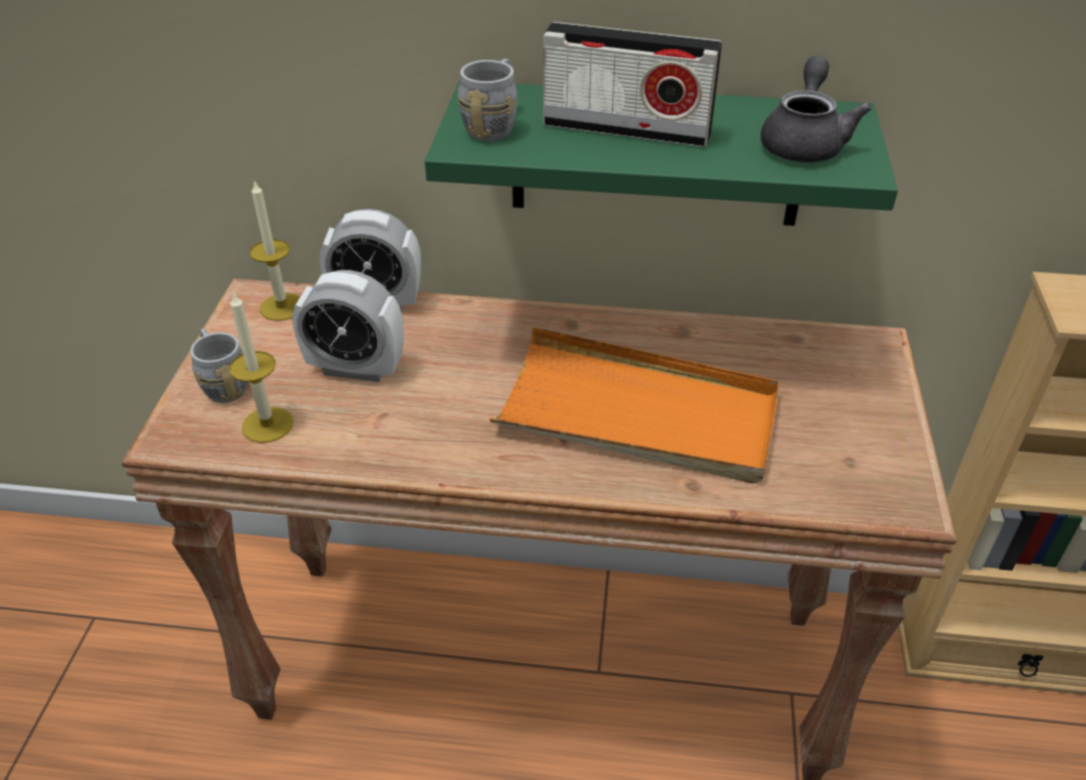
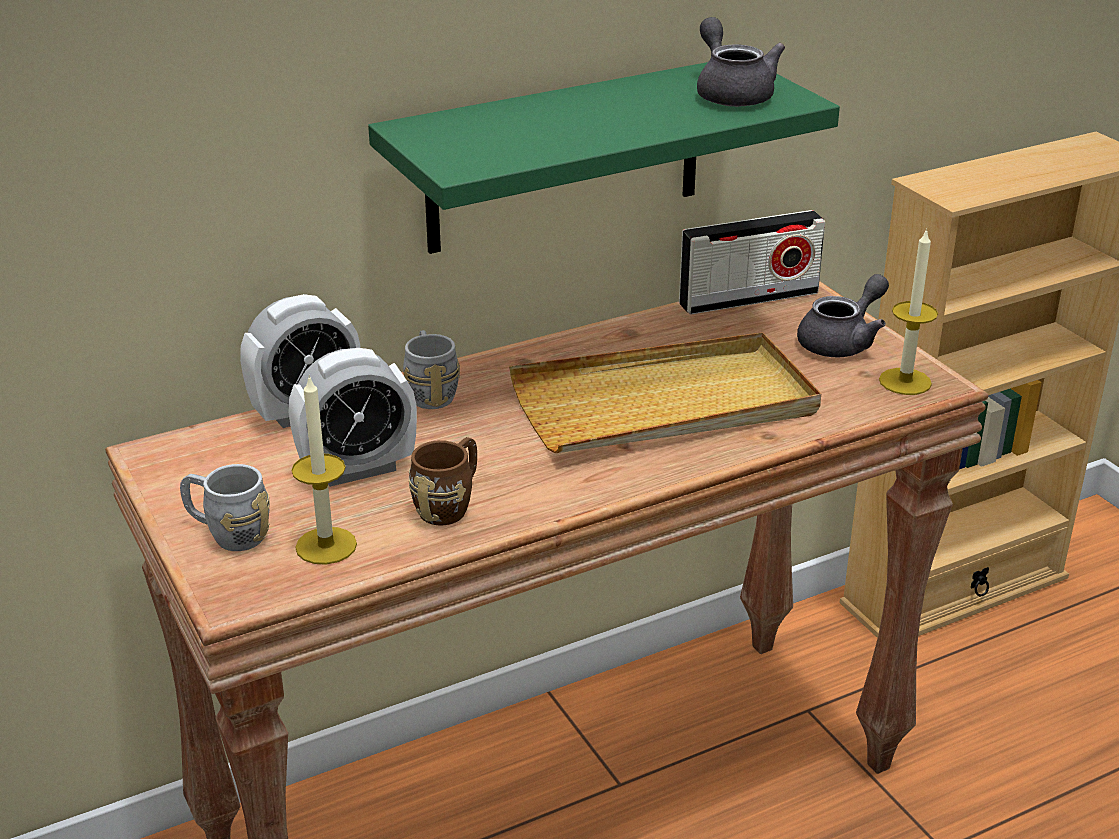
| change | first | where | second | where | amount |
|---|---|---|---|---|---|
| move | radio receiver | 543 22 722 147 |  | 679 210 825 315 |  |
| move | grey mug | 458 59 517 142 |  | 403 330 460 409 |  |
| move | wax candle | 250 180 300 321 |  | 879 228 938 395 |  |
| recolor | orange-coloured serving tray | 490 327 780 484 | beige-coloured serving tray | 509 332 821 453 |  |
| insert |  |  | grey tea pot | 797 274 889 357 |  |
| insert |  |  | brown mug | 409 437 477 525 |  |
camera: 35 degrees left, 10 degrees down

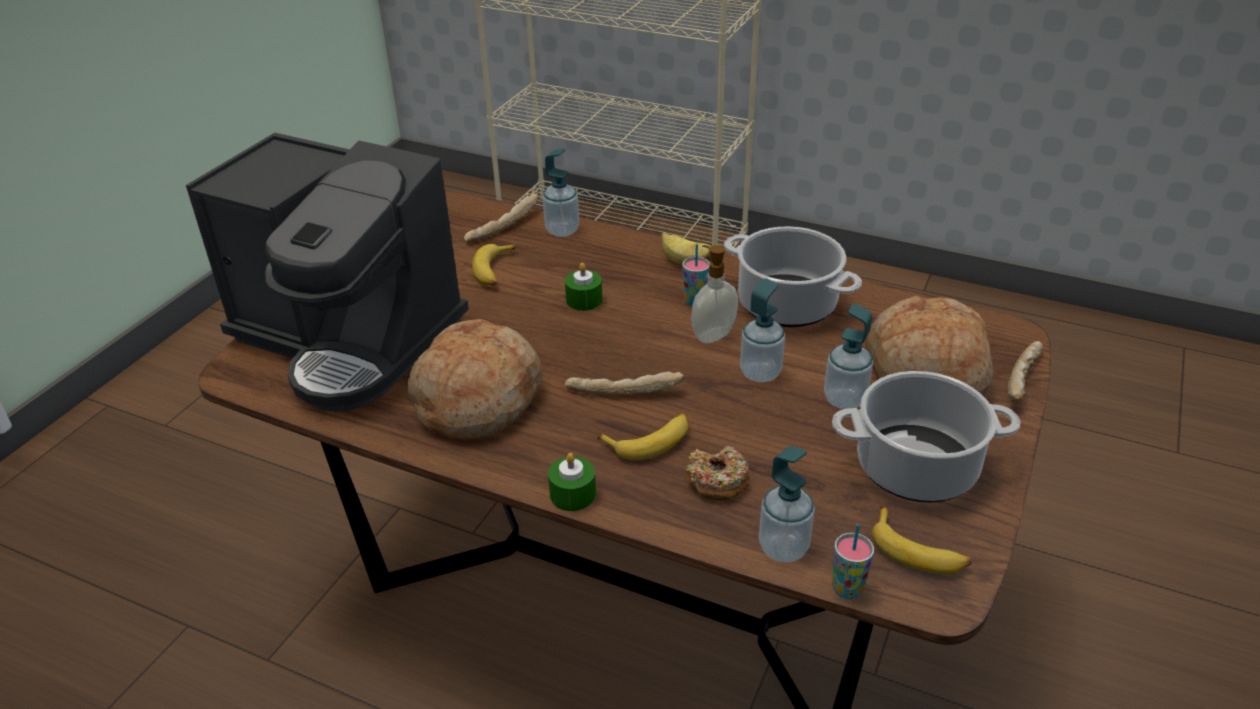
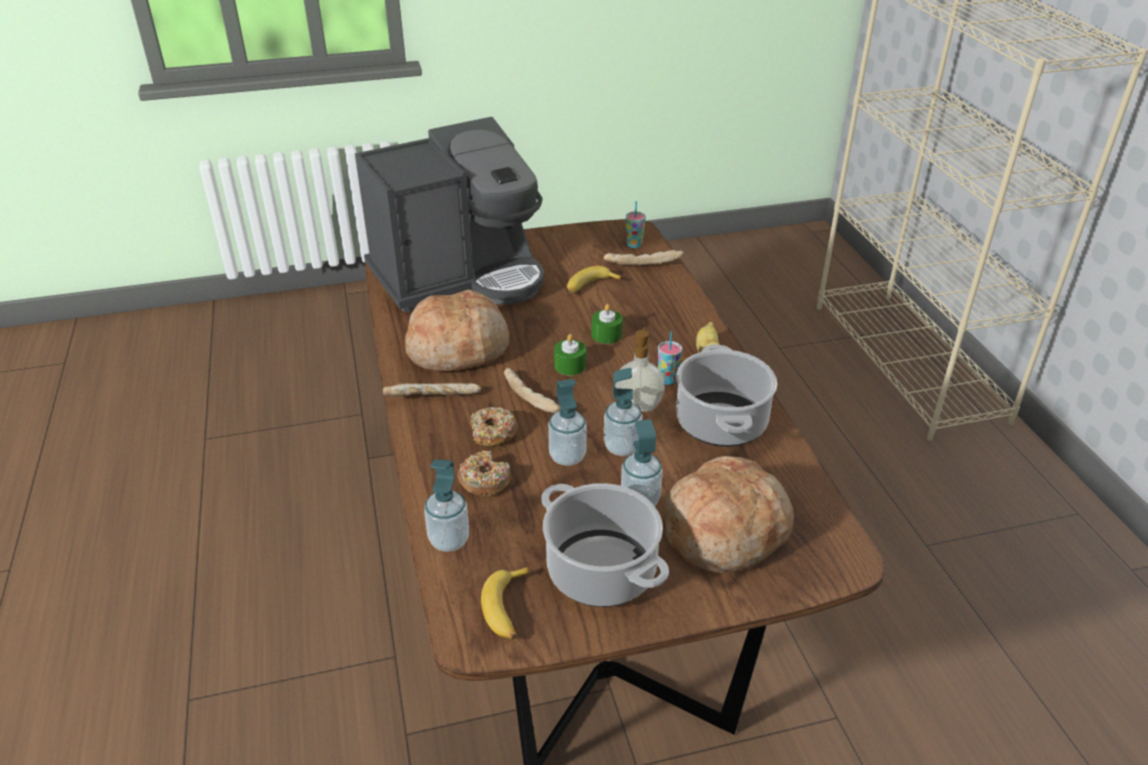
| change | first | where | second | where | amount |
|---|---|---|---|---|---|
| rotate | coffee machine | 186 133 469 412 |  | 355 117 544 313 | 105 degrees counterclockwise |
| move | soap dispenser | 543 149 579 237 |  | 548 379 587 466 |  |
| move | baked bread | 1008 341 1043 403 |  | 383 383 481 397 |  |
| replace | whole banana | 597 414 688 460 | donut | 470 407 518 447 |  |
| move | green-coloured wax candle | 548 453 596 511 |  | 554 334 586 375 |  |
| move | small cup | 832 524 874 599 |  | 625 201 646 248 |  |
camera: 50 degrees right, 0 degrees up

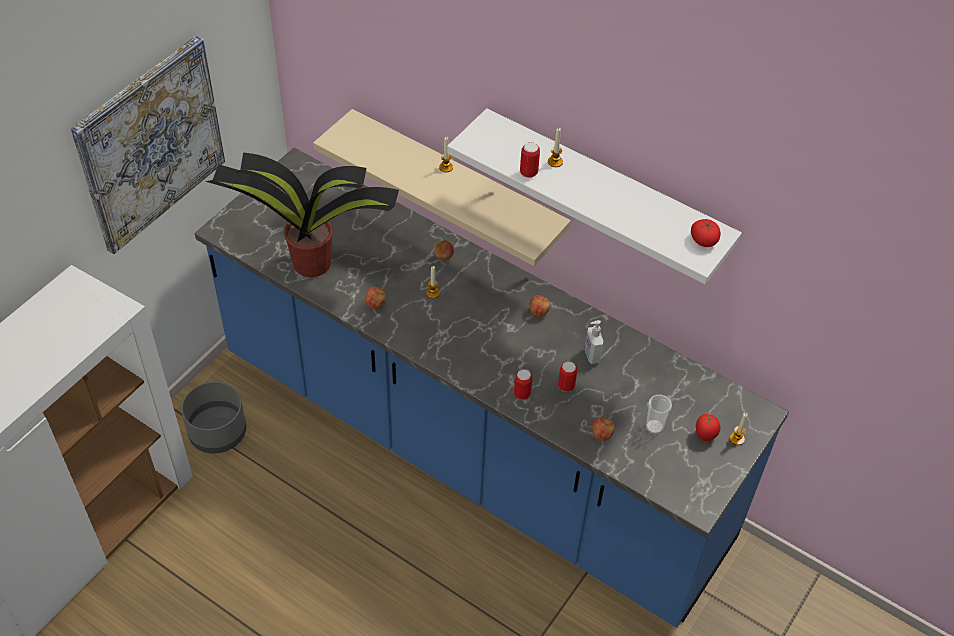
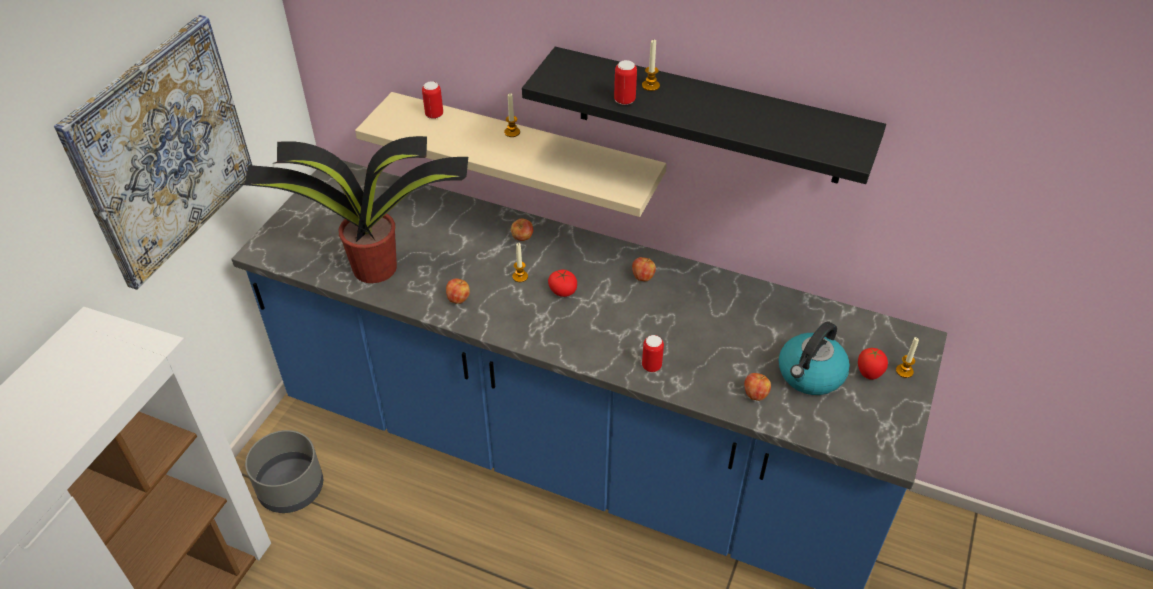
| change | first | where | second | where | amount |
|---|---|---|---|---|---|
| recolor | whitish bracket shelf | 447 108 742 284 | blackish bracket shelf | 522 47 886 184 |  |
| move | fresh tomato | 691 219 721 247 |  | 548 270 577 297 |  |
| delete | soap dispenser | 585 320 604 364 |  |  |  |
| move | can | 558 362 577 392 |  | 422 81 443 119 |  |
| replace | small cup | 646 395 672 434 | kettle | 779 321 850 395 |  |
camera: 10 degrees left, 5 degrees down

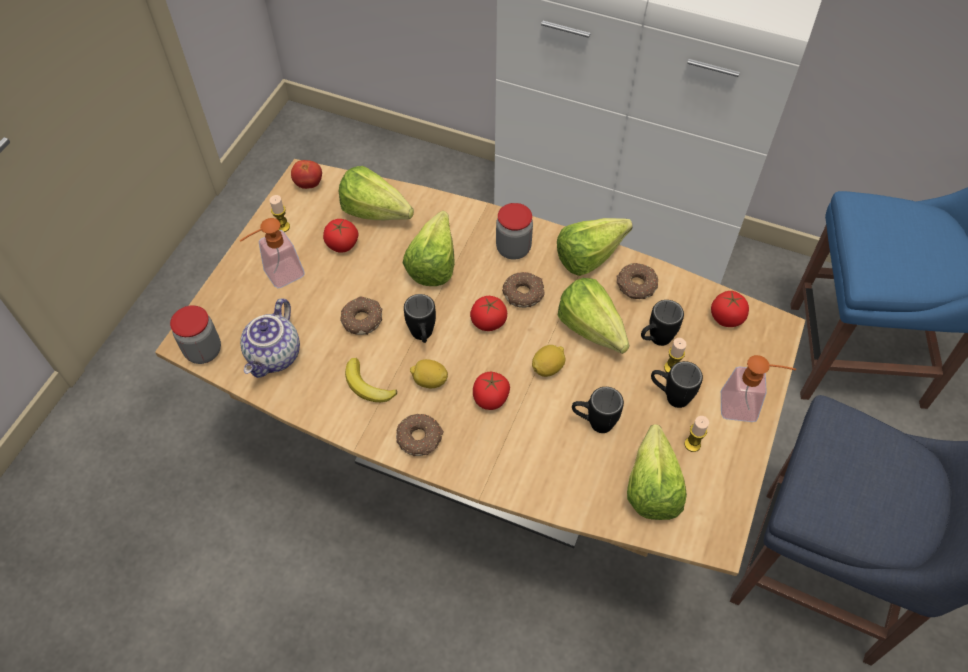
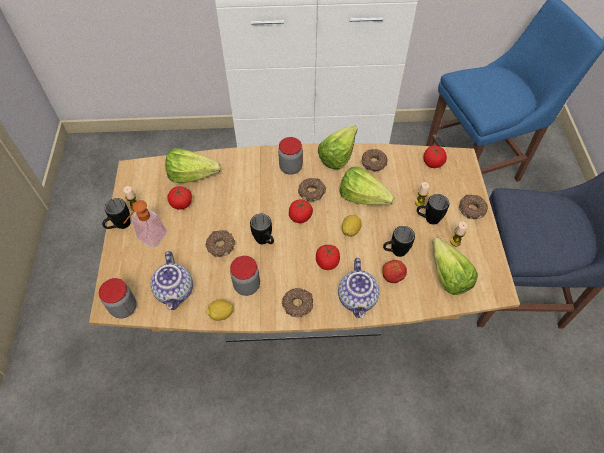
| change | first | where | second | where | amount |
|---|---|---|---|---|---|
| move | fresh tomato | 291 160 322 189 |  | 382 260 407 283 |  |
| delete | lettuce head | 403 211 455 286 |  |  |  |
| move | blackish mug | 641 300 684 346 |  | 102 198 131 229 |  |
| replace | soap dispenser | 721 355 796 422 | donut | 459 194 488 219 |  |
| replace | whole banana | 345 358 397 402 | storage jar | 230 256 260 296 |  |
| move | whole lemon | 410 359 448 388 |  | 206 300 233 321 |  |
| insert |  |  | tea pot | 338 258 380 318 |  |
camera: 25 degrees left, 0 degrees up

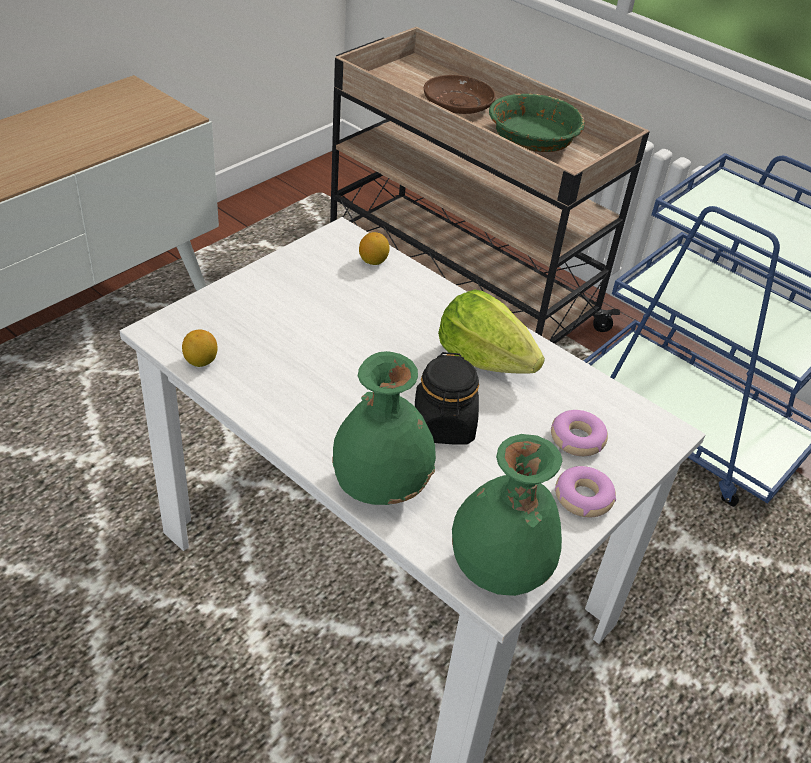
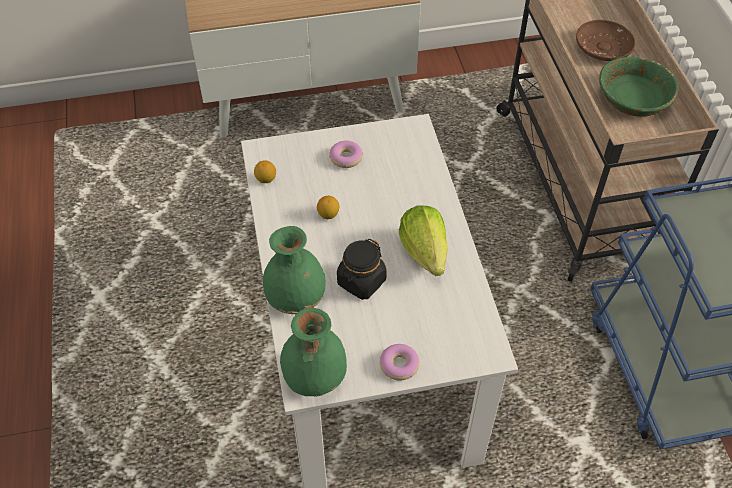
| change | first | where | second | where | amount |
|---|---|---|---|---|---|
| move | whole lemon | 359 232 389 265 |  | 317 196 339 219 |  |
| move | donut | 551 410 608 456 |  | 329 141 363 168 |  |
camera: 40 degrees right, 10 degrees up

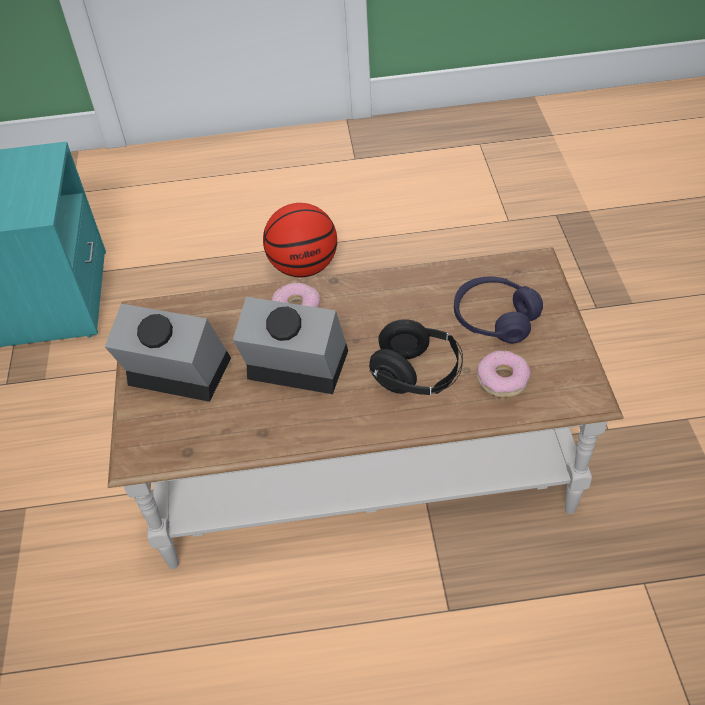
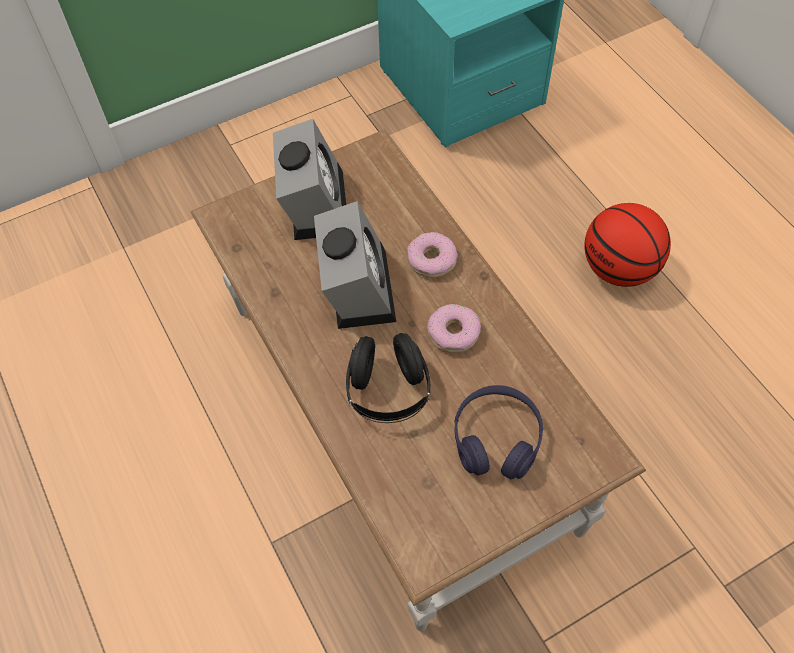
| change | first | where | second | where | amount |
|---|---|---|---|---|---|
| move | donut | 477 351 531 398 |  | 427 304 481 353 |  |
camera: 65 degrees right, 10 degrees up

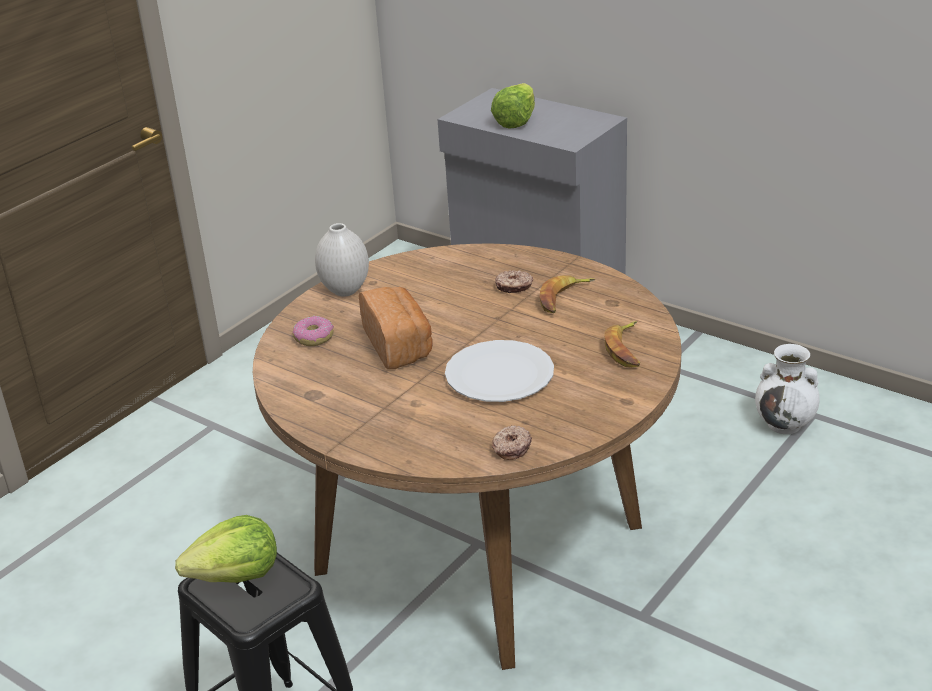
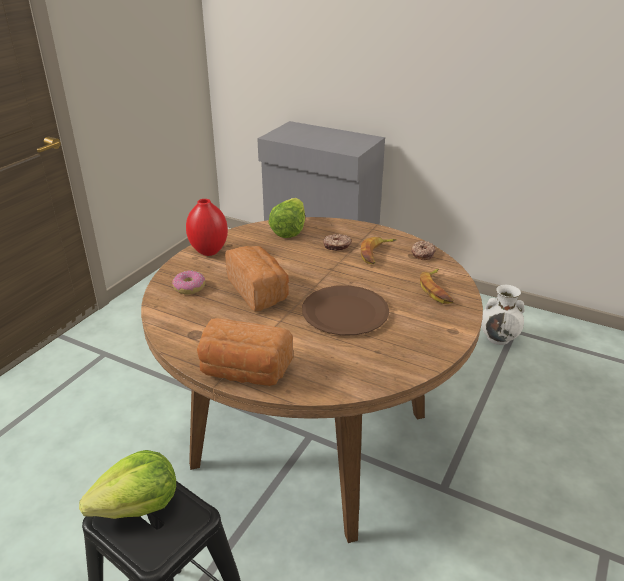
| change | first | where | second | where | amount |
|---|---|---|---|---|---|
| move | lettuce head | 491 83 535 129 |  | 268 198 305 238 |  |
| recolor | whitish vase | 315 223 369 296 | reddish vase | 186 199 228 256 |  |
| recolor | whitish dinner plate | 445 340 554 402 | brown dinner plate | 302 285 389 336 |  |
| move | donut | 492 425 532 460 |  | 411 241 436 260 |  |
| insert |  |  | baked bread | 197 318 293 386 |  |
camera: 10 degrees left, 0 degrees up

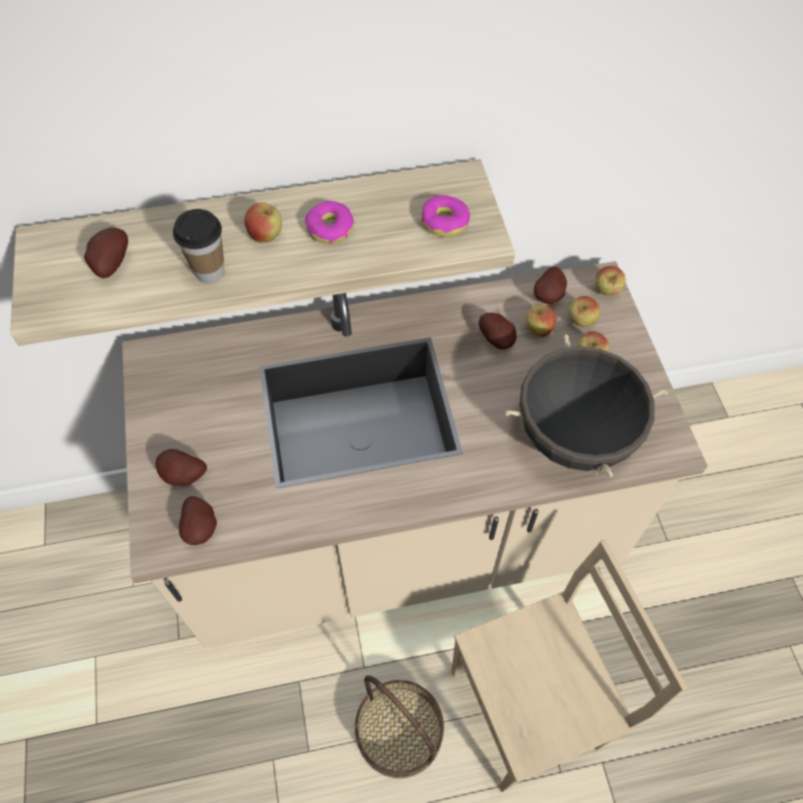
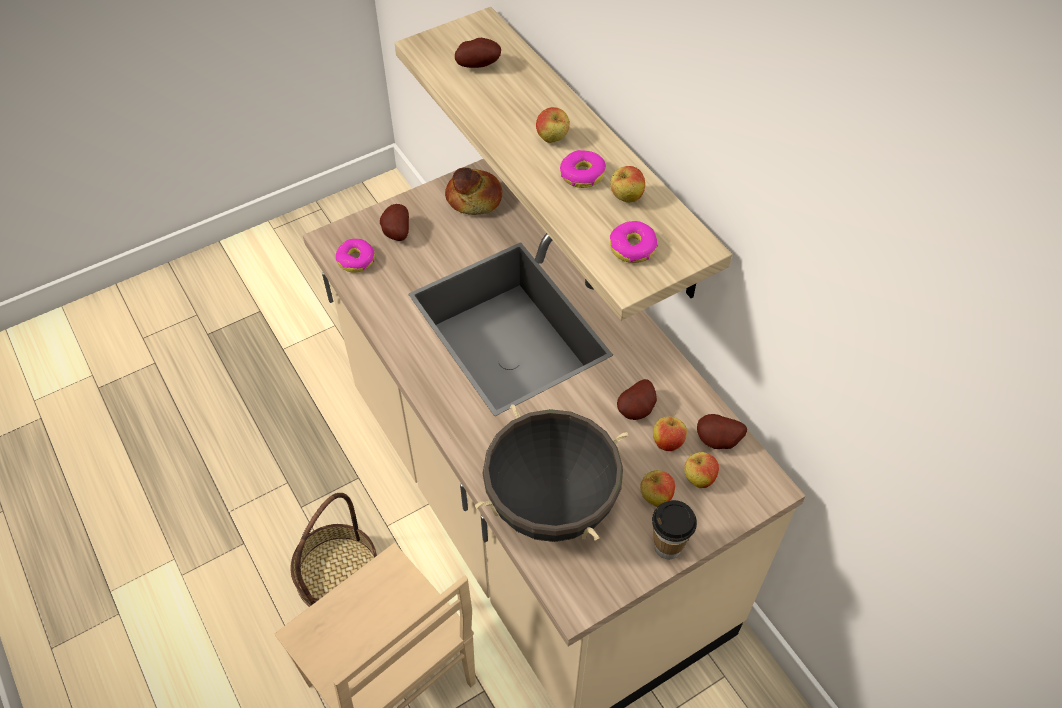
| change | first | where | second | where | amount |
|---|---|---|---|---|---|
| move | small cup | 173 209 225 283 |  | 652 500 697 559 |  |
| move | whole apple | 595 266 626 296 |  | 610 166 645 203 |  |
| replace | spud | 179 496 217 545 | donut | 336 239 375 273 |  |
| insert |  |  | baked bread | 445 168 502 215 |  |
camera: 70 degrees right, 5 degrees down

